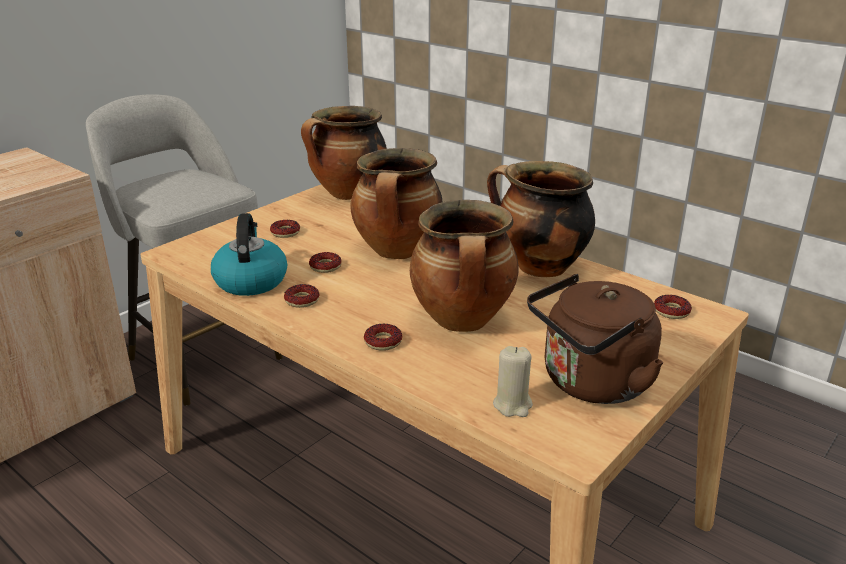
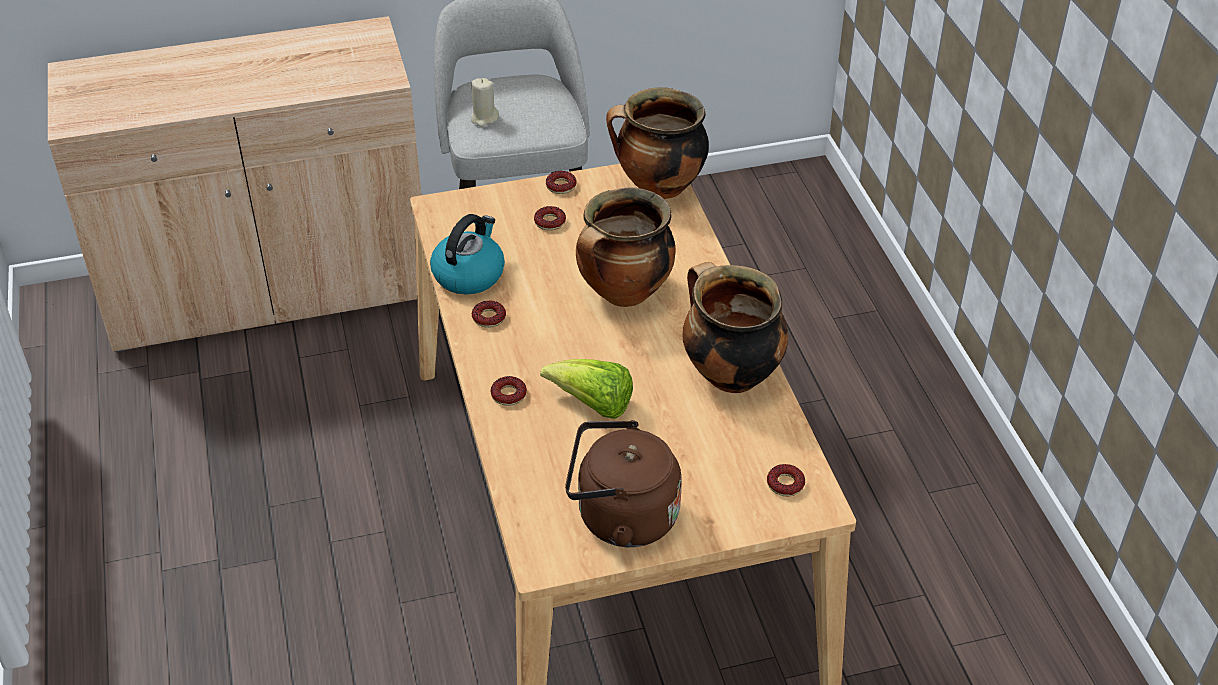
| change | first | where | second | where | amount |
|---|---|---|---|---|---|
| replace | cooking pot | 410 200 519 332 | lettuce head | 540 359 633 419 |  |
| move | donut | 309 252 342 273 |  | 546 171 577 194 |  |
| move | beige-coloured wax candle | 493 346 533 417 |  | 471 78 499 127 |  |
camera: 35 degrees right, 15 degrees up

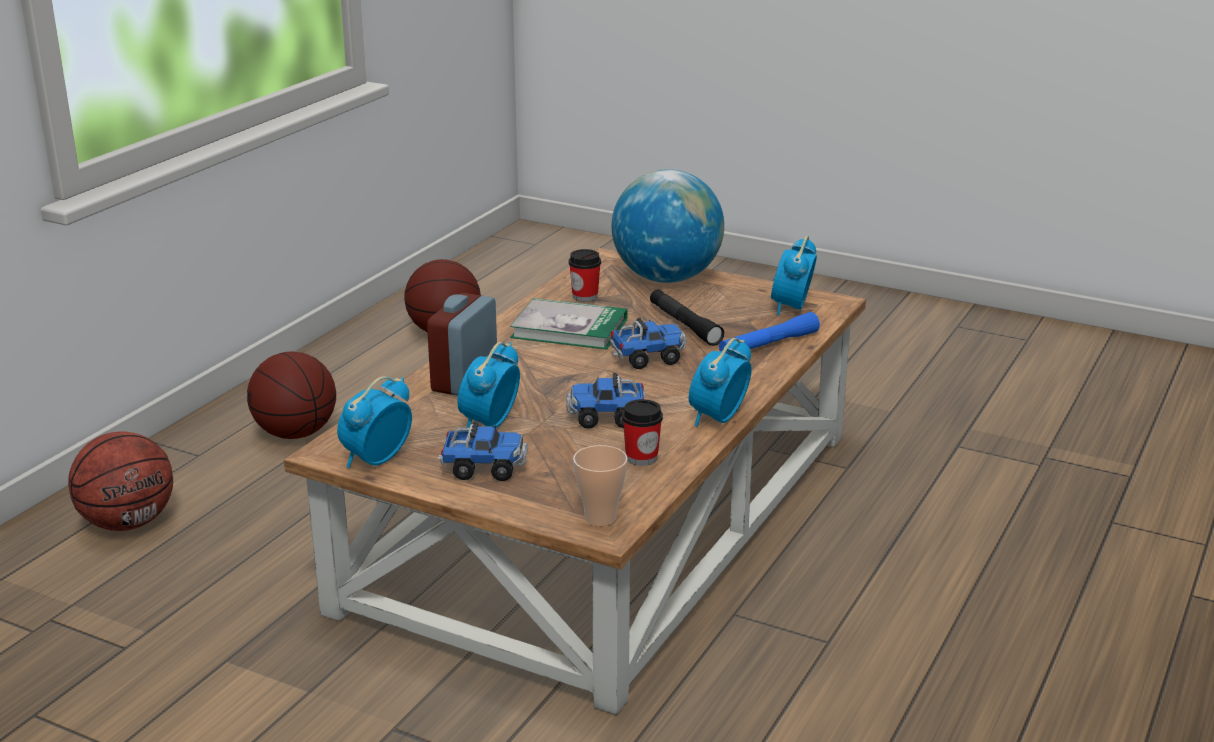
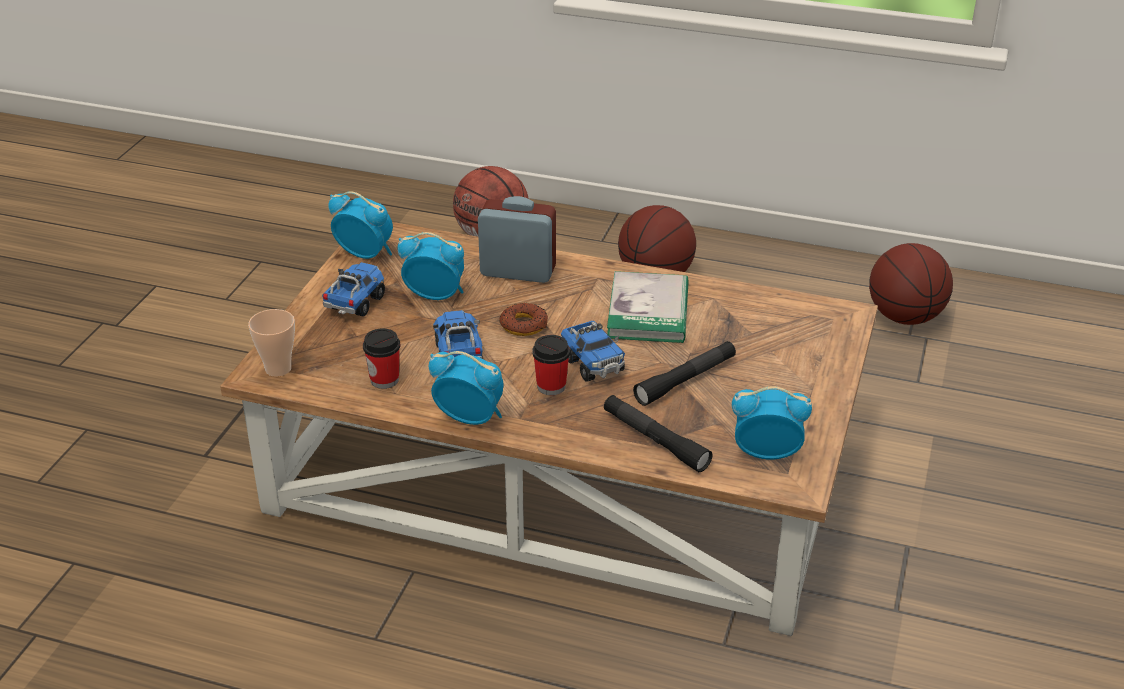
| change | first | where | second | where | amount |
|---|---|---|---|---|---|
| delete | world globe | 611 169 724 283 |  |  |  |
| move | small cup | 569 249 601 302 |  | 532 335 570 395 |  |
| recolor | blue flashlight | 719 312 820 355 | blackish flashlight | 604 395 712 472 |  |
| rotate | toy truck | 438 421 528 481 |  | 322 262 385 317 | 150 degrees counterclockwise |
| insert |  |  | donut | 499 303 548 336 |  |
camera: 80 degrees right, 10 degrees up

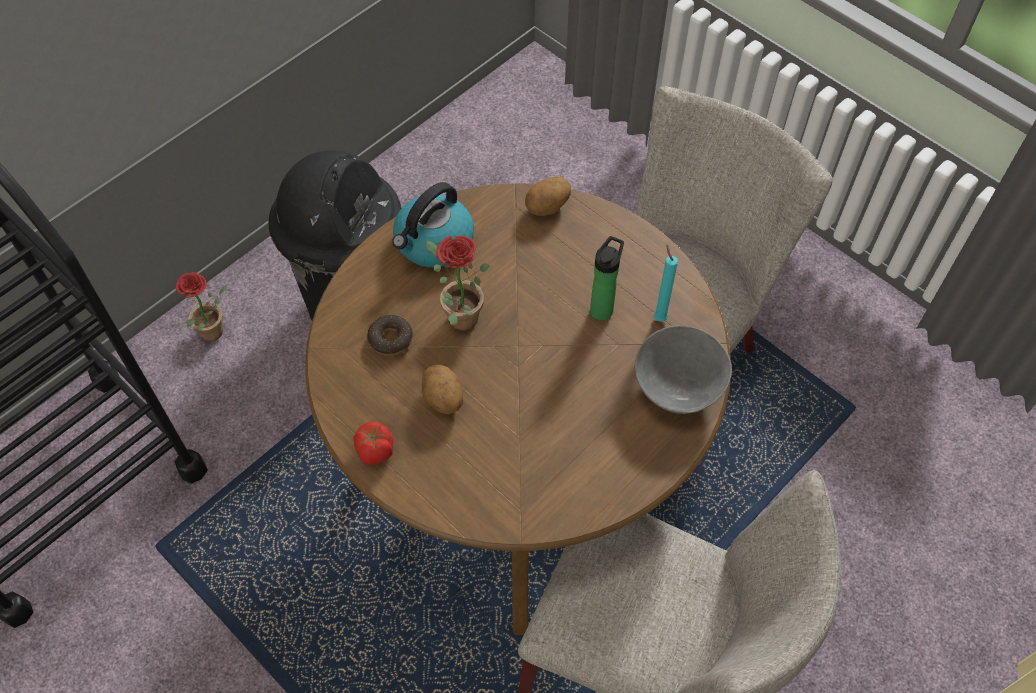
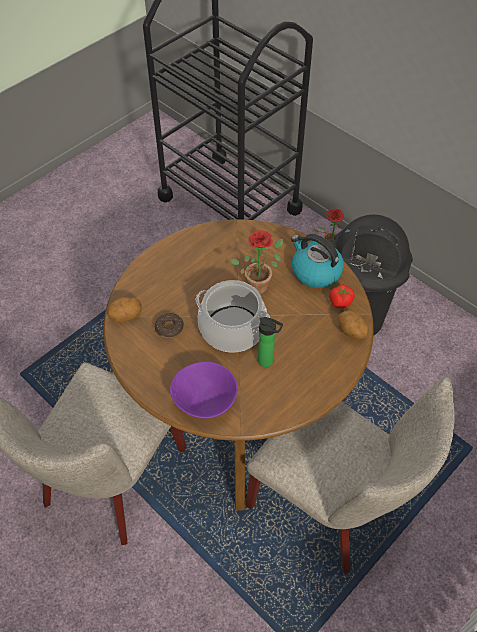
| change | first | where | second | where | amount |
|---|---|---|---|---|---|
| delete | turquoise wax candle | 654 244 678 322 |  |  |  |
| move | donut | 367 315 413 356 |  | 155 313 184 339 |  |
| recolor | grey serving bowl | 635 326 732 414 | purple serving bowl | 170 362 238 419 |  |
| move | spud | 422 365 463 414 |  | 107 297 142 322 |  |
| move | fresh tomato | 354 421 394 465 |  | 329 284 355 308 |  |
| insert |  |  | cooking pot | 196 280 270 353 |  |
camera: 90 degrees right, 5 degrees down

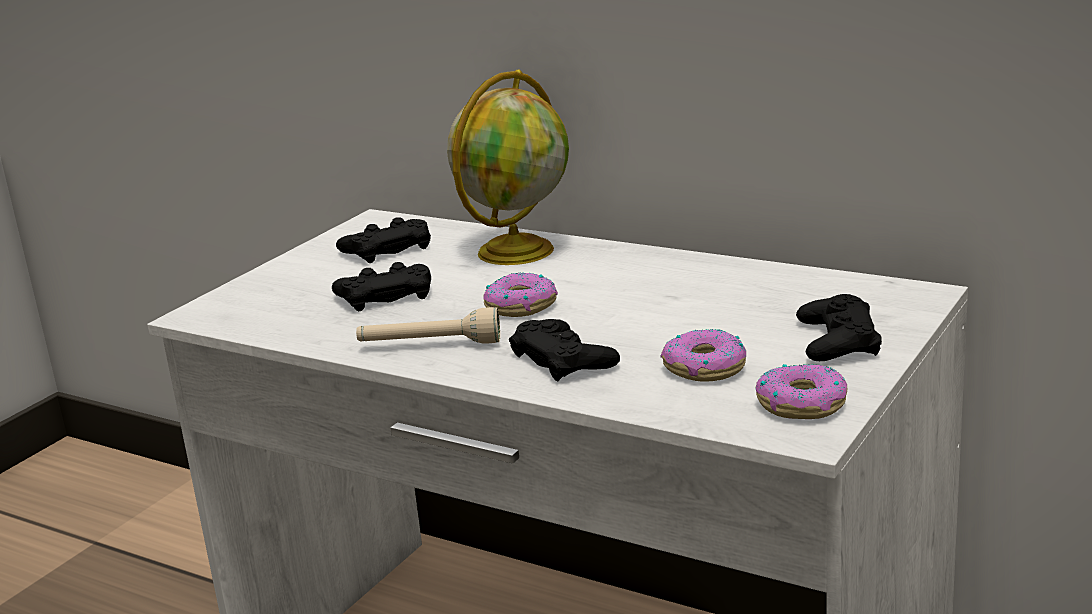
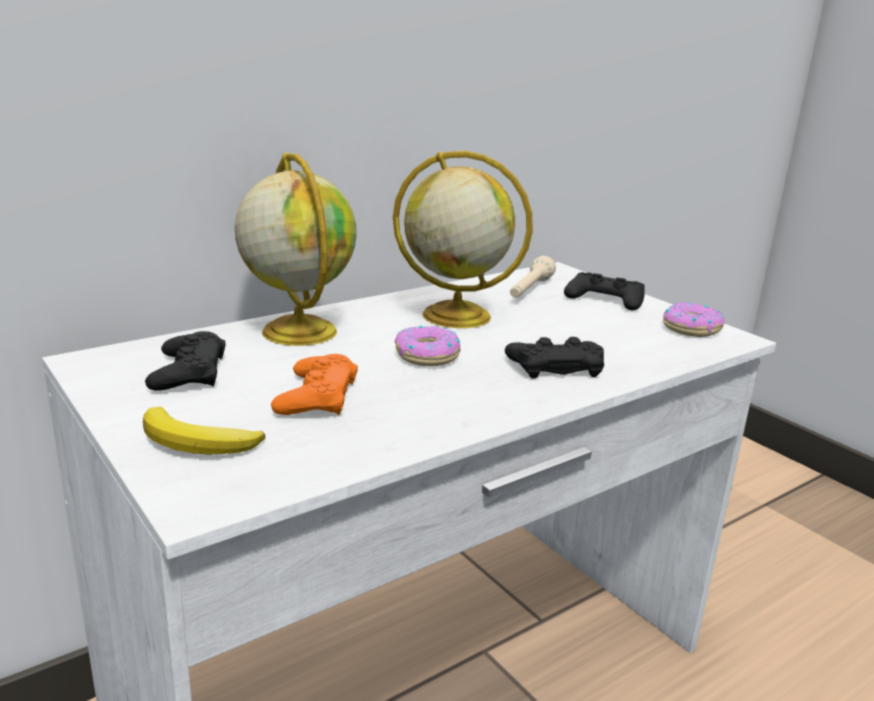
| change | first | where | second | where | amount |
|---|---|---|---|---|---|
| recolor | blackish joypad | 332 262 431 311 | orange-coloured joypad | 271 354 358 415 |  |
| move | beige-coloured flashlight | 356 307 500 344 |  | 510 256 556 298 |  |
| delete | donut | 661 329 746 382 |  |  |  |
| insert |  |  | world globe | 393 151 533 328 |  |
| insert |  |  | whole banana | 143 407 265 455 |  |
camera: 70 degrees left, 0 degrees up

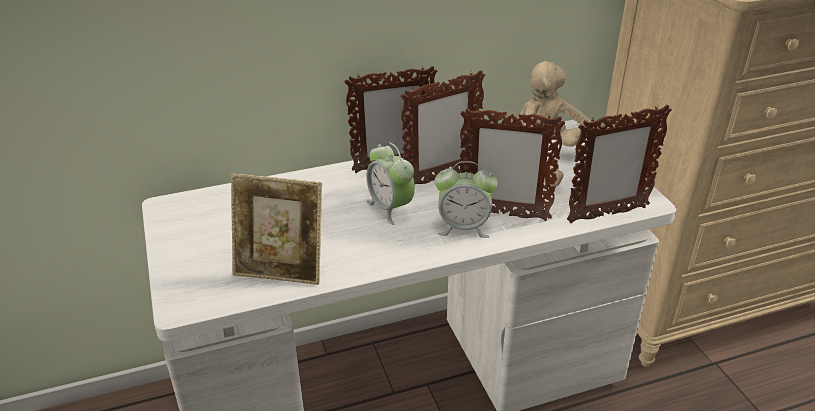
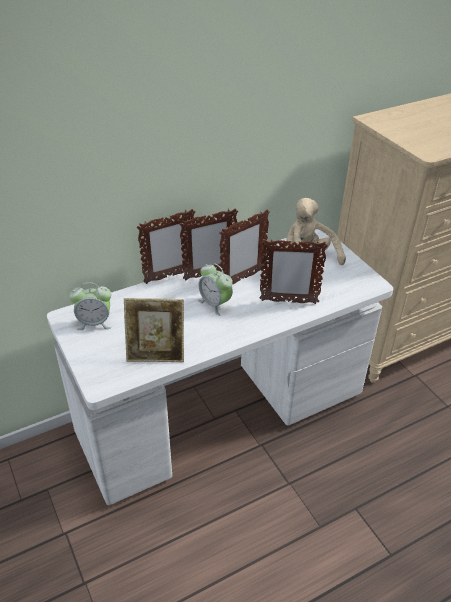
| change | first | where | second | where | amount |
|---|---|---|---|---|---|
| move | picture frame | 567 105 672 223 |  | 137 209 195 284 |  |
| move | bedside clock | 435 161 498 238 |  | 69 282 111 330 |  |
camera: 10 degrees left, 5 degrees up

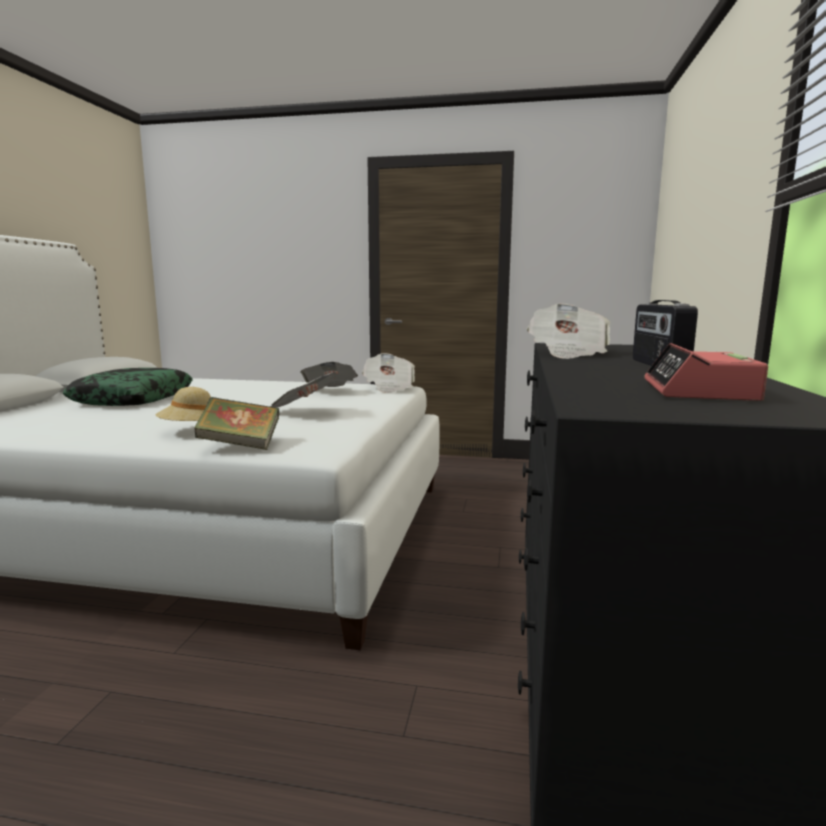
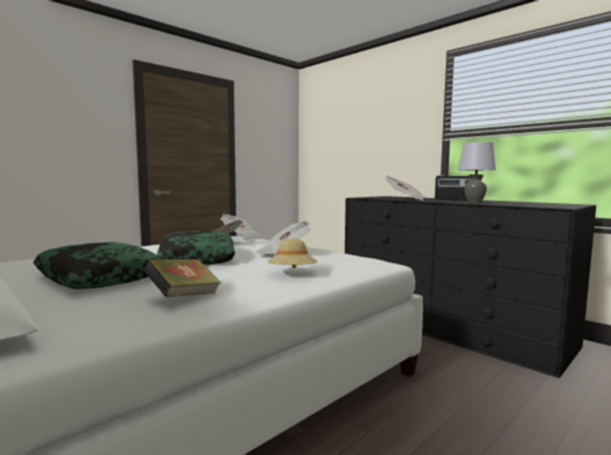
| change | first | where | second | where | amount |
|---|---|---|---|---|---|
| delete | bedside clock | 644 343 768 401 |  |  |  |
| move | bound book | 194 397 279 450 |  | 142 259 221 297 |  |
| insert |  |  | grey table lamp | 458 142 496 203 |  |
| insert |  |  | cushion | 157 231 235 265 |  |
camera: 55 degrees left, 5 degrees down

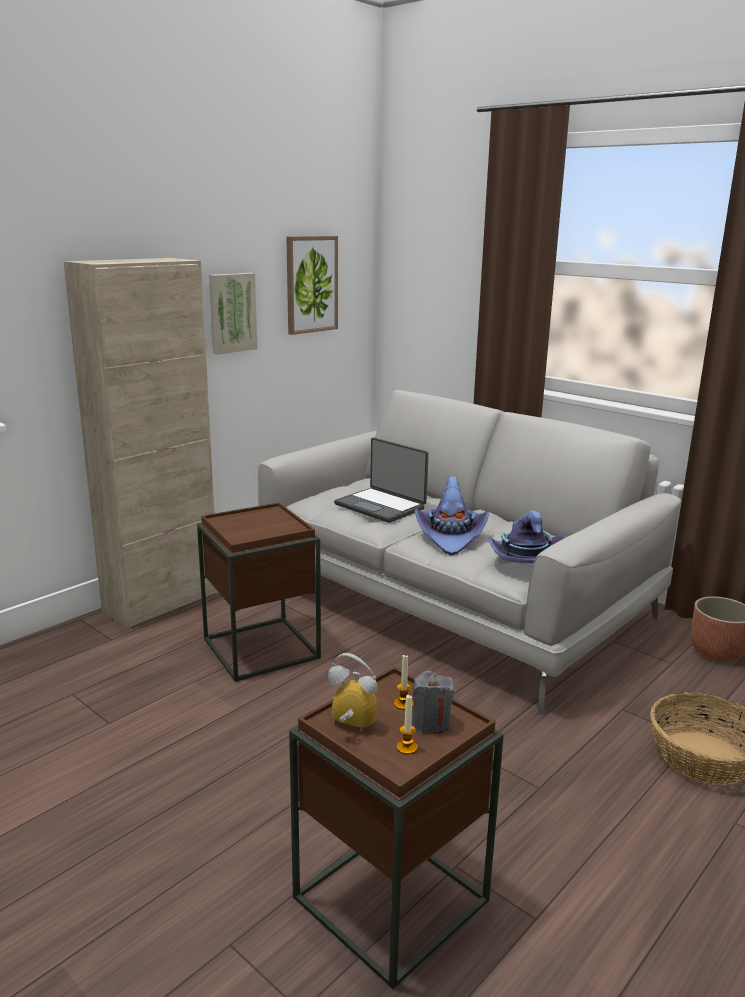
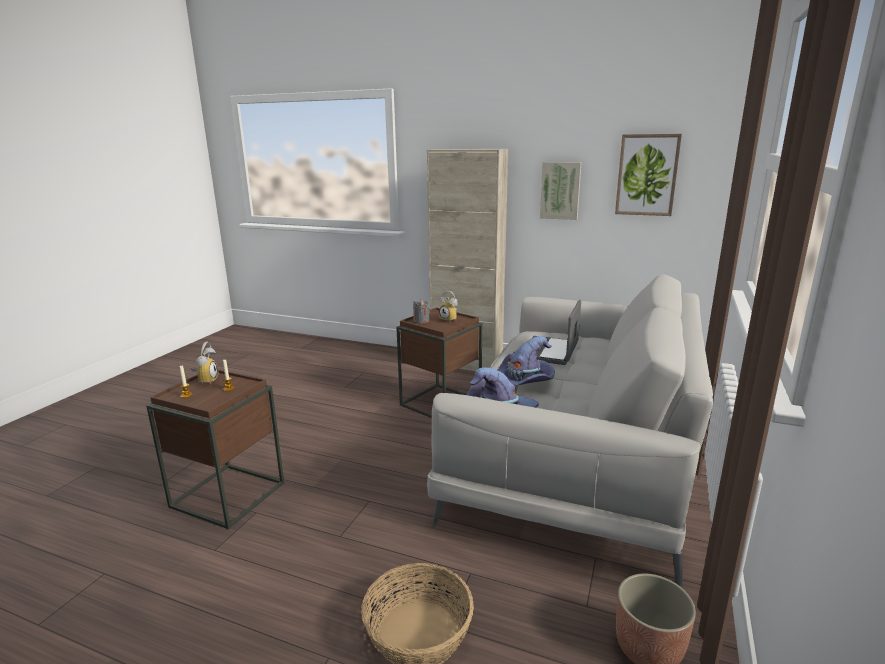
| change | first | where | second | where | amount |
|---|---|---|---|---|---|
| move | grey wax candle | 412 671 454 734 |  | 413 299 430 324 |  |
| insert |  |  | bedside clock | 439 291 457 322 |  |
camera: 70 degrees right, 0 degrees up

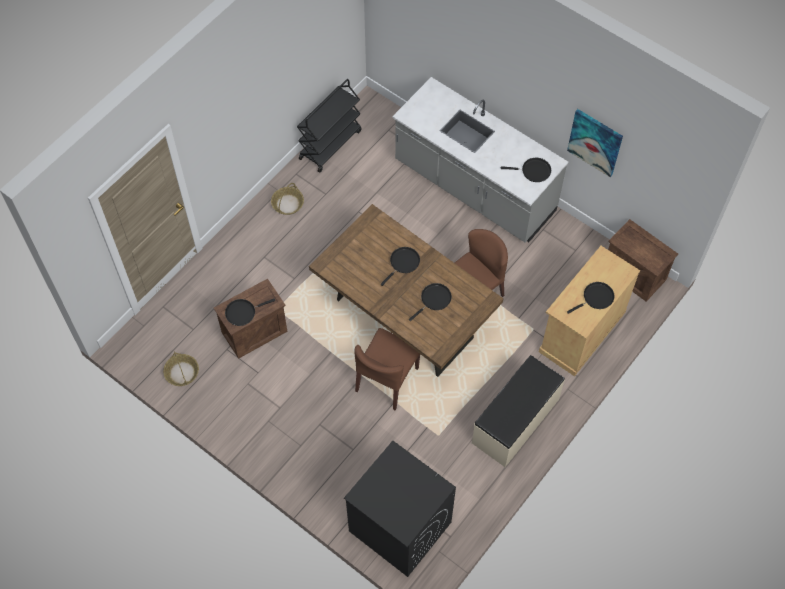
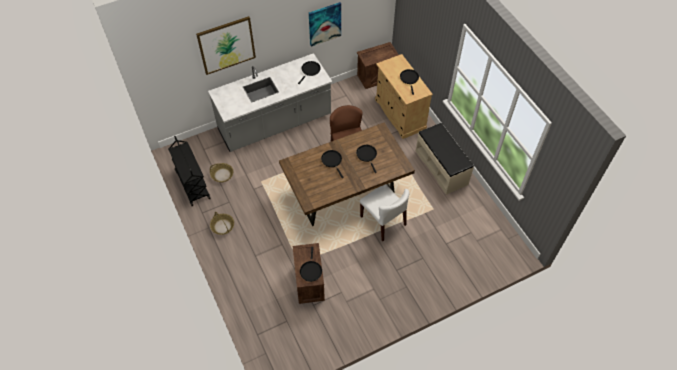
| change | first | where | second | where | amount |
|---|---|---|---|---|---|
| recolor | brown upright chair | 355 328 420 410 | whitish upright chair | 360 184 409 241 |  |
| move | household basket | 163 351 199 386 |  | 210 163 234 182 |  |
| delete | blackish laundry appliance | 344 441 456 577 |  |  |  |
| insert |  |  | wall picture | 196 16 256 75 |  |
camera: 65 degrees left, 5 degrees down

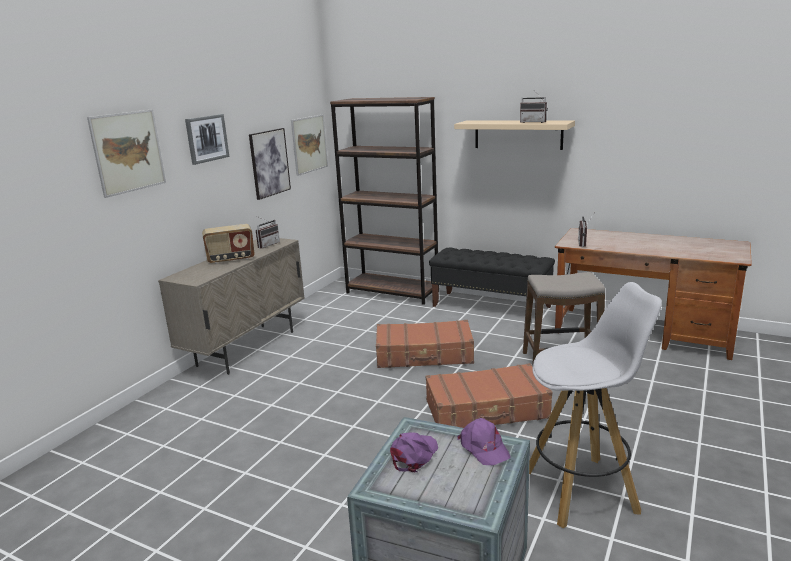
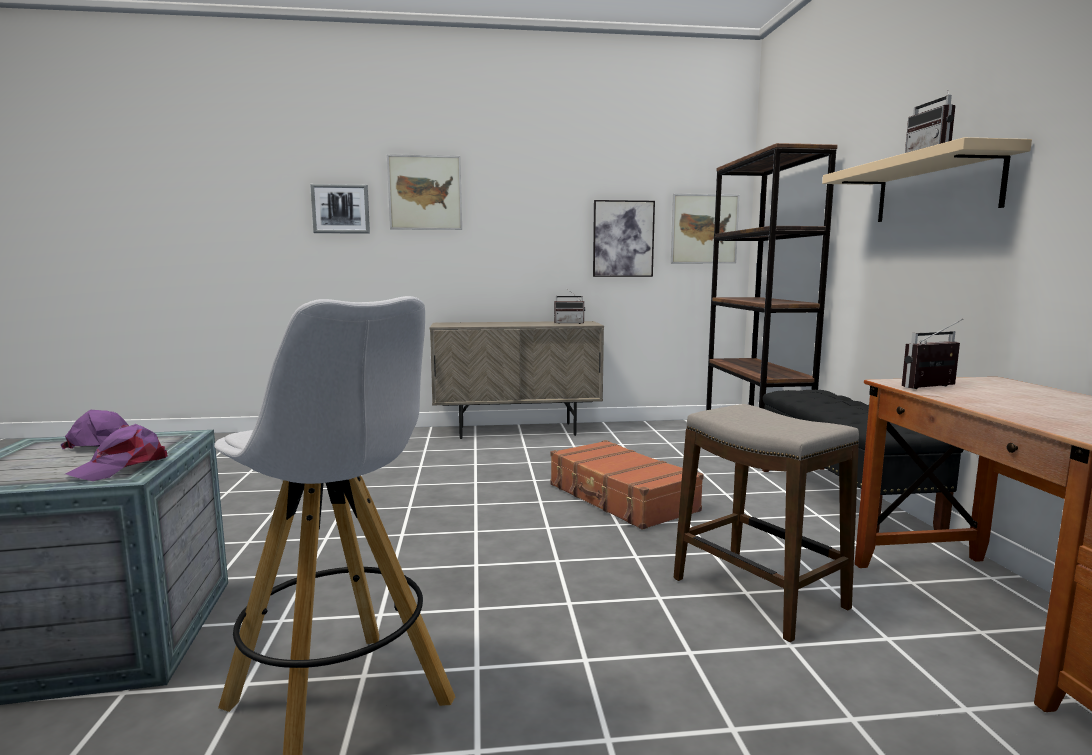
| change | first | where | second | where | amount |
|---|---|---|---|---|---|
| move | wall picture | 185 114 230 165 |  | 310 184 370 234 |  |
| delete | radio receiver | 202 224 255 264 |  |  |  |
| delete | brown piece of luggage | 426 363 552 428 |  |  |  |
camera: 55 degrees right, 10 degrees down

